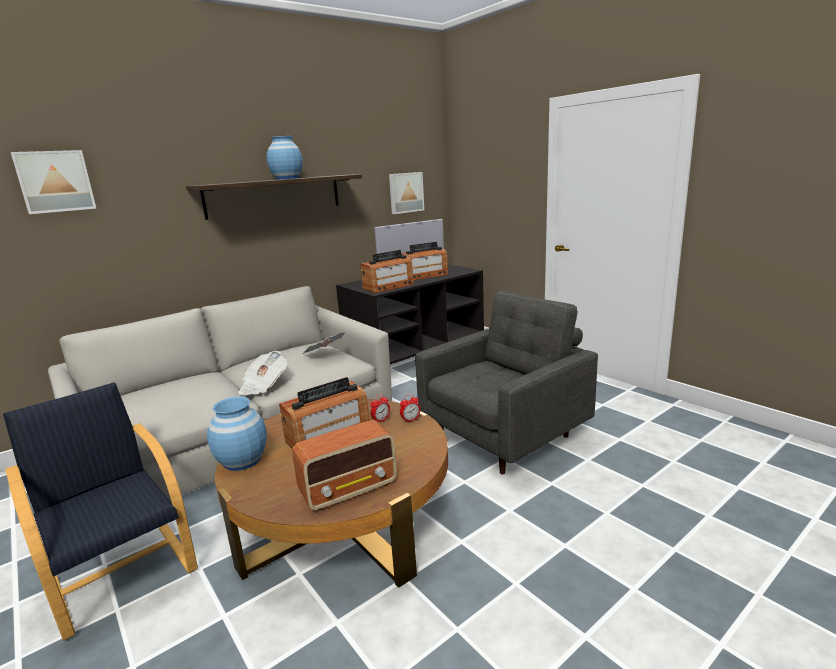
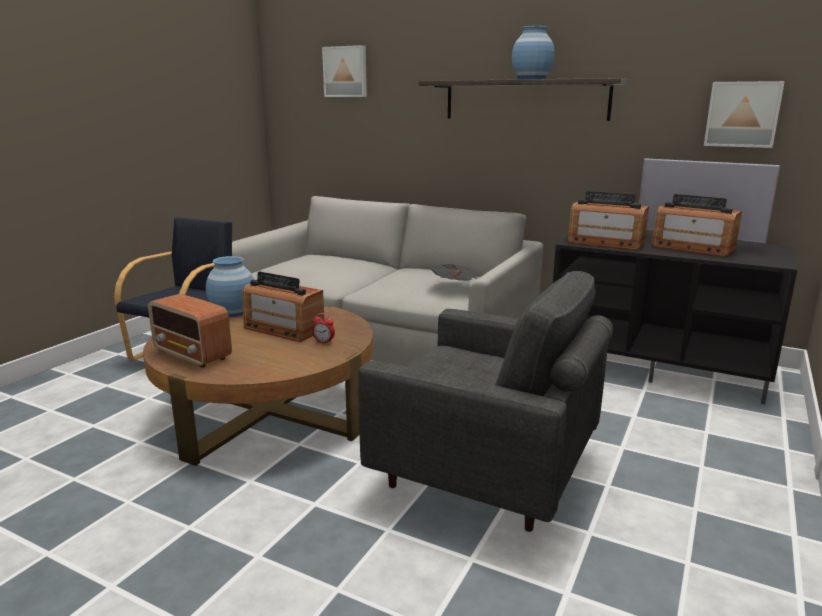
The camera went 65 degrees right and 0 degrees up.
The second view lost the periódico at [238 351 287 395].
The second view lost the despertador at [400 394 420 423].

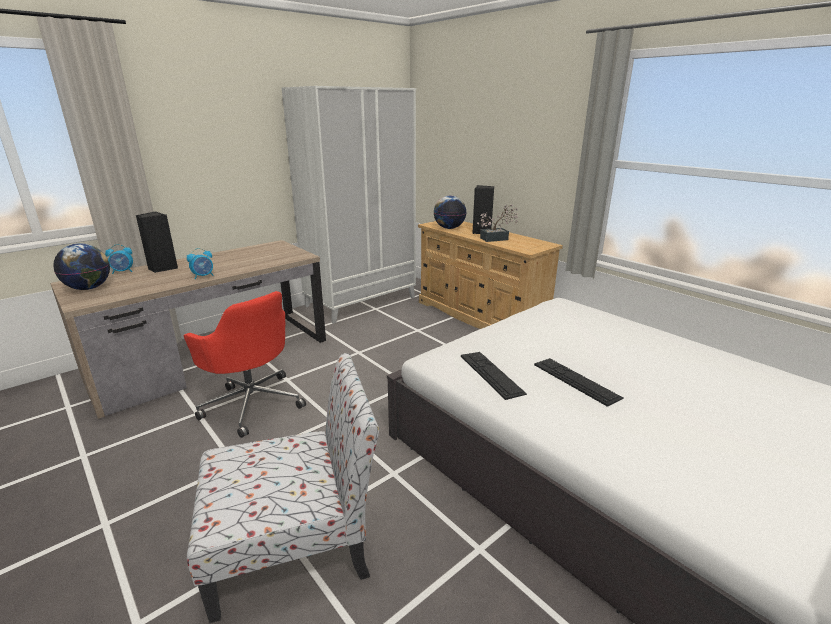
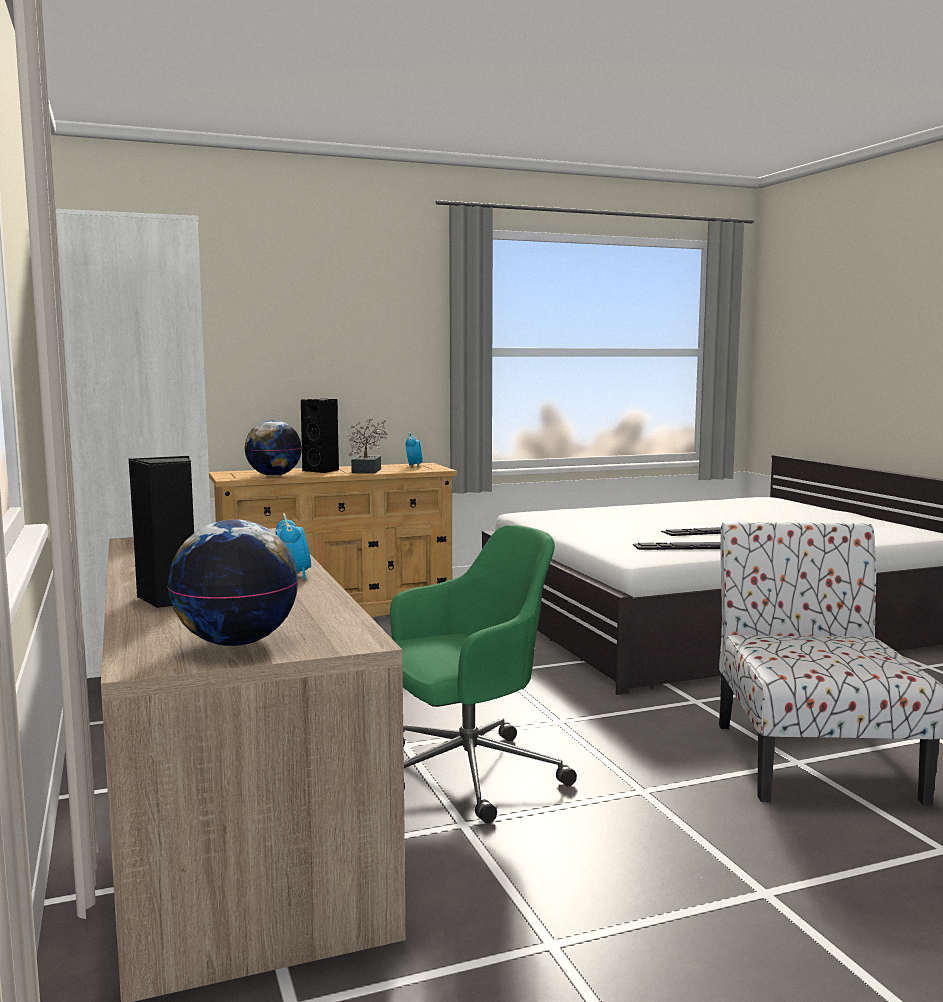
The camera went 70 degrees left and 15 degrees down.
The despertador ended up elsewhere, having gone from [105 244 133 274] to [405 432 423 467].
What was the silla de oficina (rojo) at [184 291 306 438] turned into the silla de oficina (verde) at [390 525 577 823].

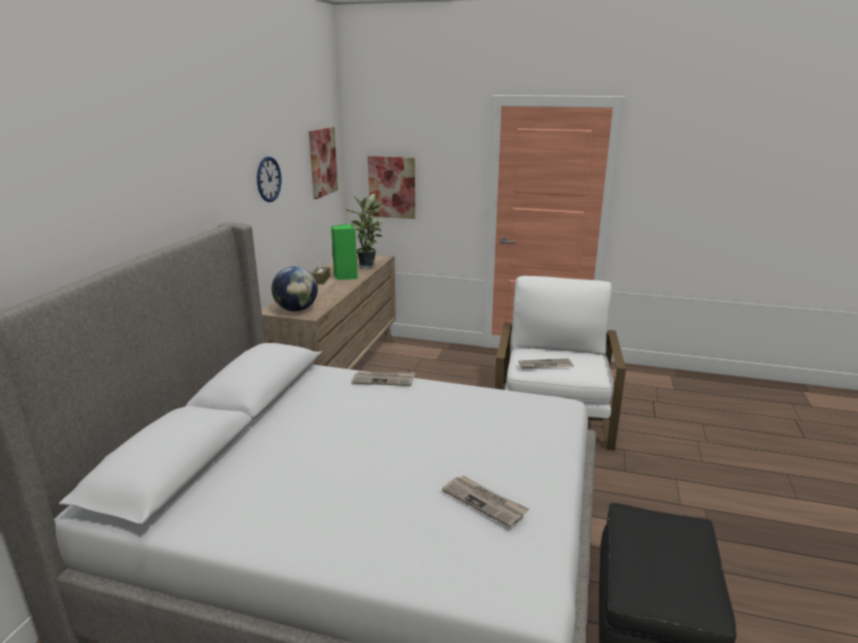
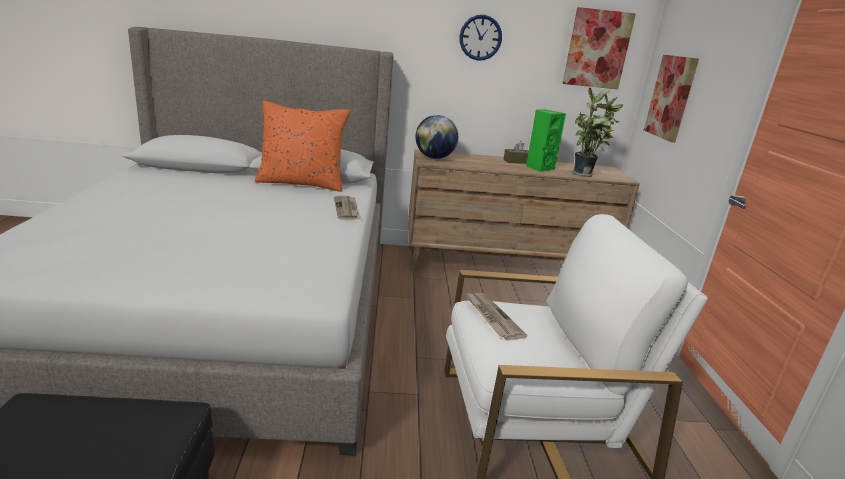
The camera went 70 degrees right and 0 degrees up.
The second view lost the periódico at [442 476 529 528].
The second view gained the cojín (naranja) at [254 101 350 192].

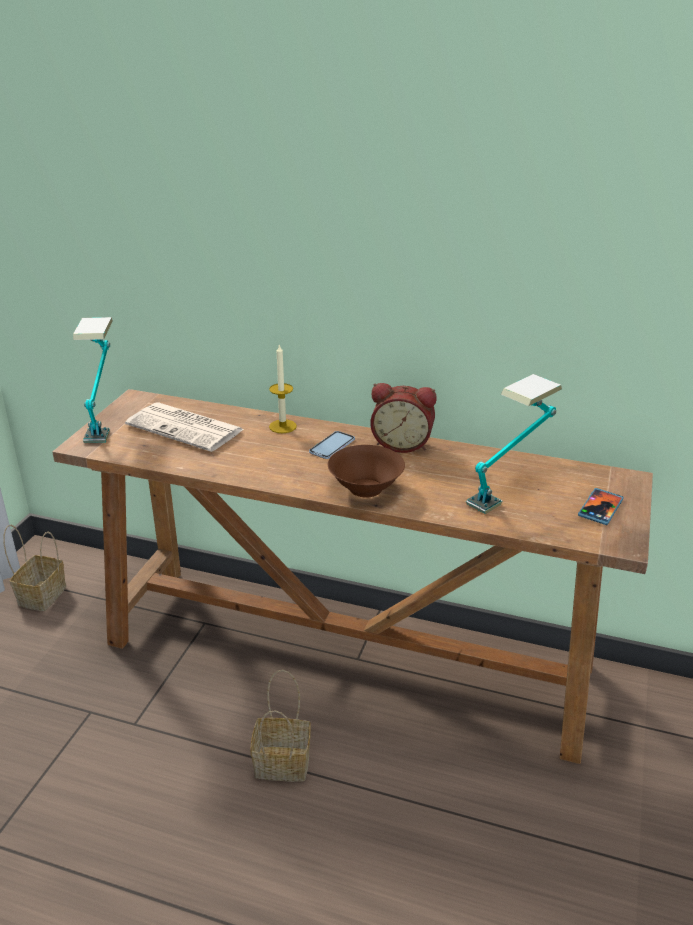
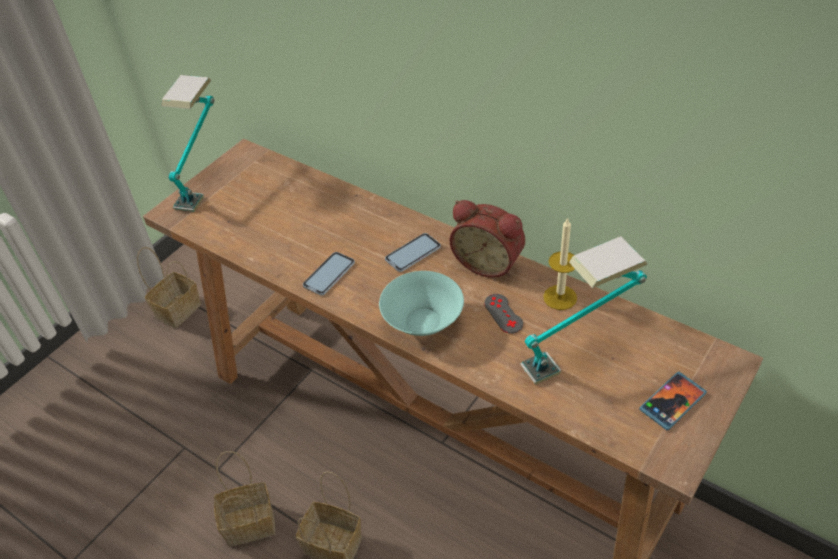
The camera went 20 degrees right and 15 degrees up.
The second view lost the periódico at [125 403 245 452].
The vela ended up elsewhere, having gone from [269 344 297 433] to [543 217 577 310].
What was the cuenco (marrón) at [328 445 405 498] turned into the cuenco (turquesa) at [379 271 464 336].
The second view gained the cesta at [214 451 275 547].
The second view gained the móvil at [303 252 355 296].
The second view gained the mando de consola (gris) at [484 294 523 334].

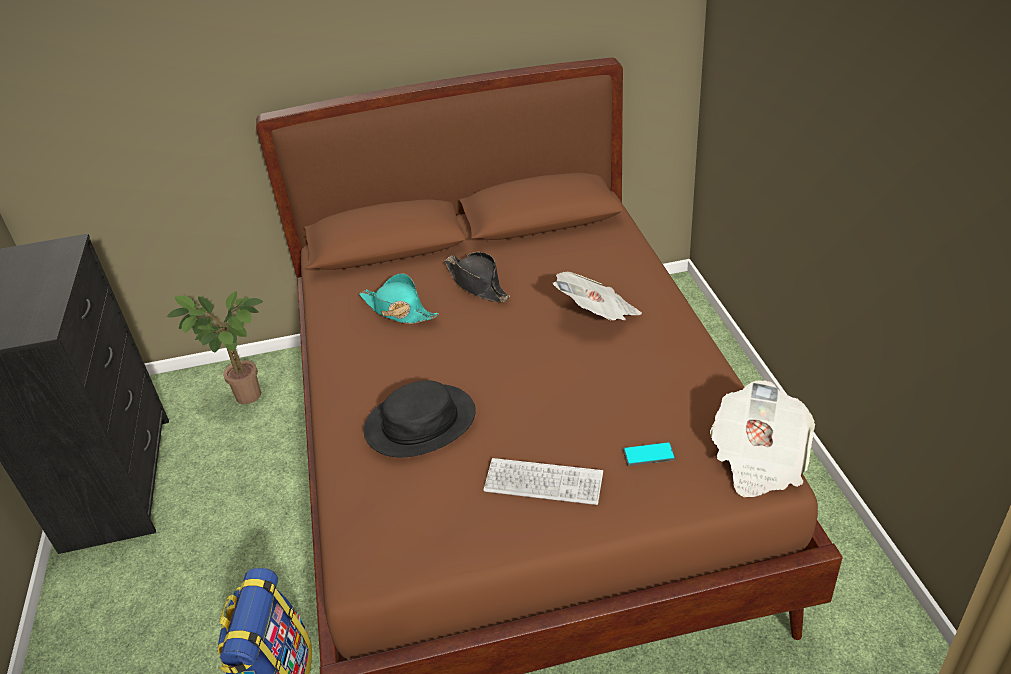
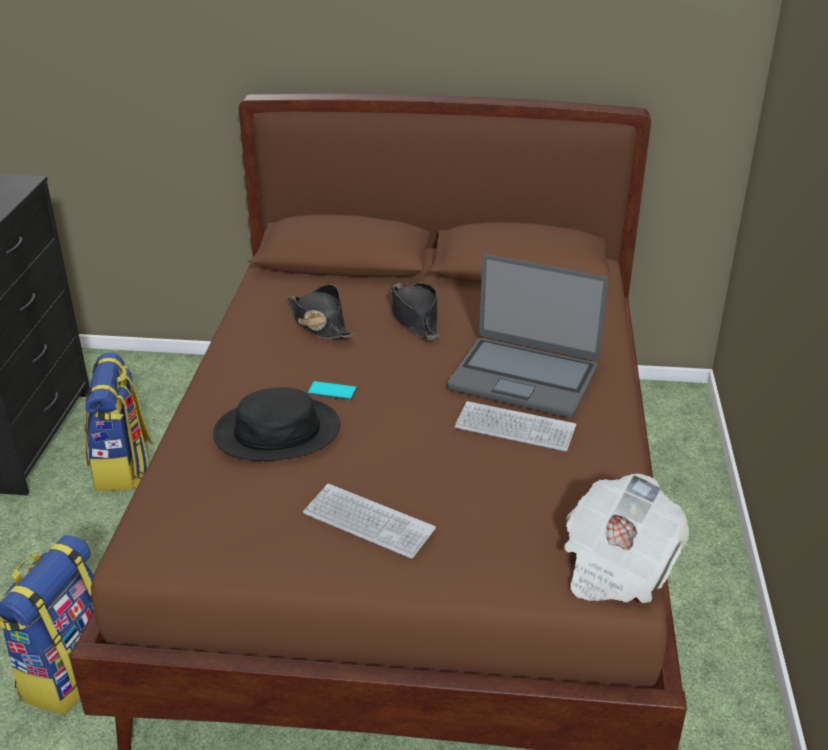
The camera went 15 degrees right and 5 degrees down.
The second view lost the planta en maceta at [167 291 263 404].
What was the sombrero (turquesa) at [359 273 439 324] turned into the sombrero (negro) at [287 284 354 339].
Where the periódico stood at [552 272 642 321], the portátil came to stand at [447 254 609 418].
The móvil ended up elsewhere, having gone from [623 442 675 466] to [306 381 357 401].
The second view gained the mochila at [84 352 153 491].
The second view gained the teclado at [455 401 576 451].

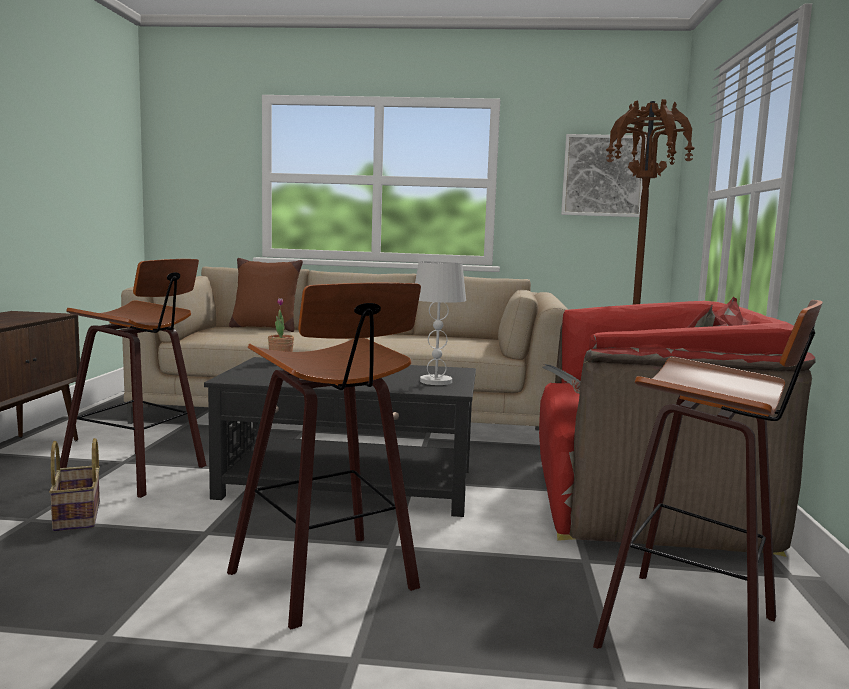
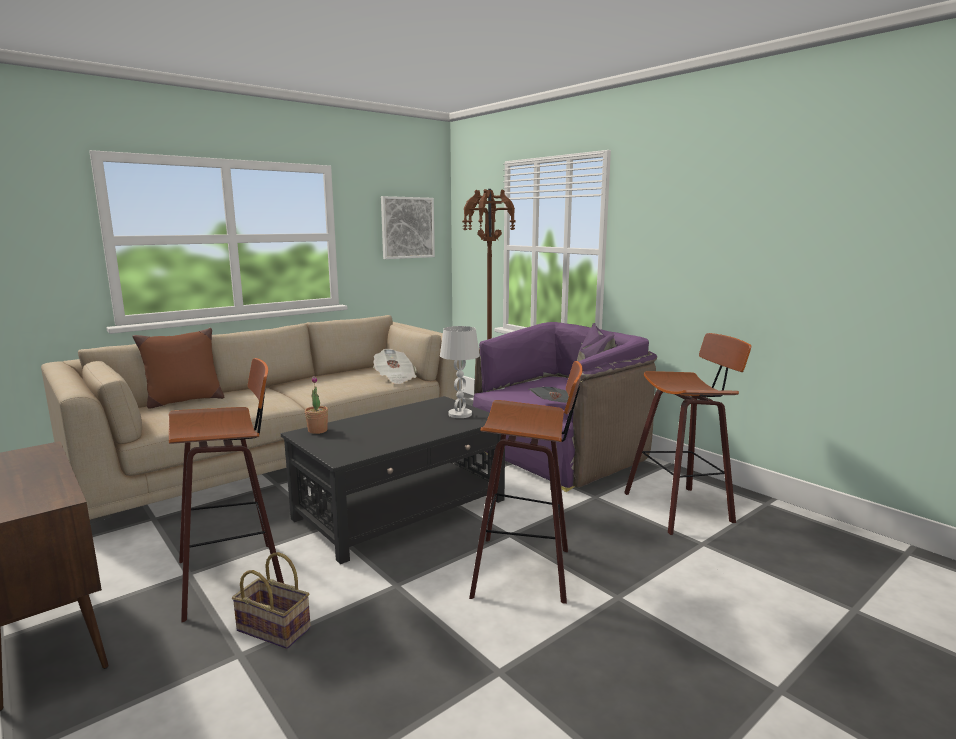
The camera went 45 degrees left and 5 degrees up.
What was the sillón (rojo) at [539 297 816 557] turned into the sillón (morado) at [473 322 657 492].
The second view gained the periódico at [374 349 417 384].

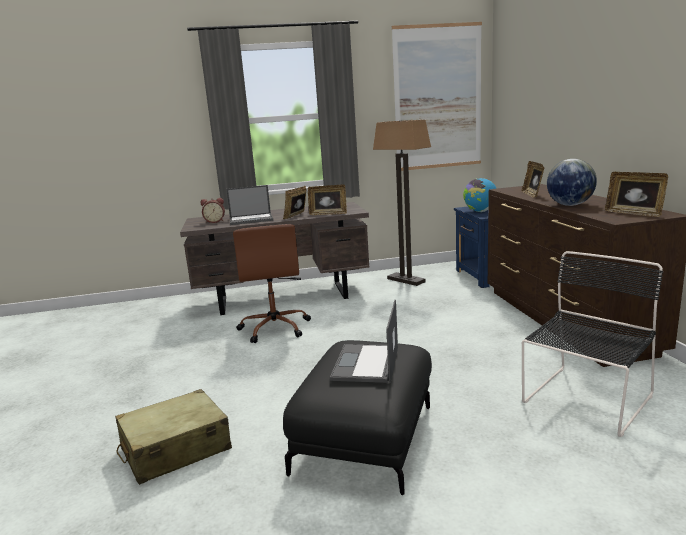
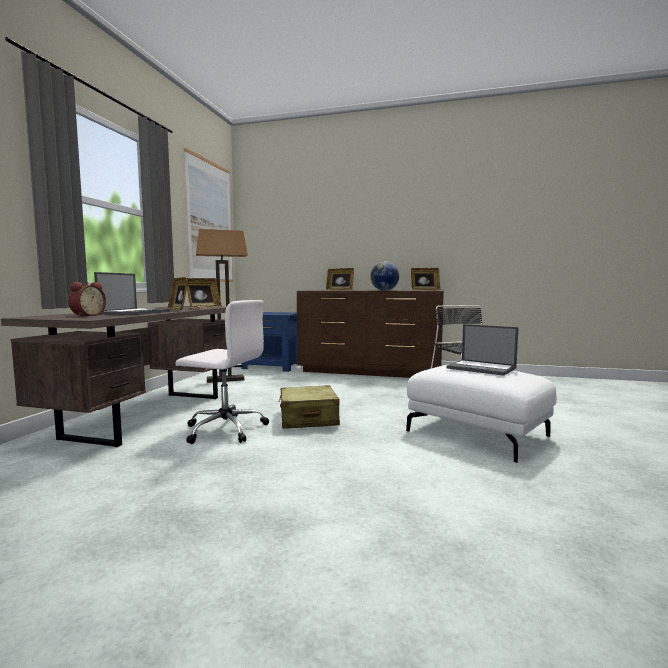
The camera went 65 degrees left and 10 degrees down.
The maleta (beis) ended up elsewhere, having gone from [115 389 232 485] to [279 385 340 429].
What was the silla de oficina (marrón) at [233 224 311 343] turned into the silla de oficina (blanco) at [175 300 269 444].
What was the puf (negro) at [283 340 432 495] turned into the puf (blanco) at [406 364 557 463].
The second view lost the globo terráqueo at [463 178 497 212].

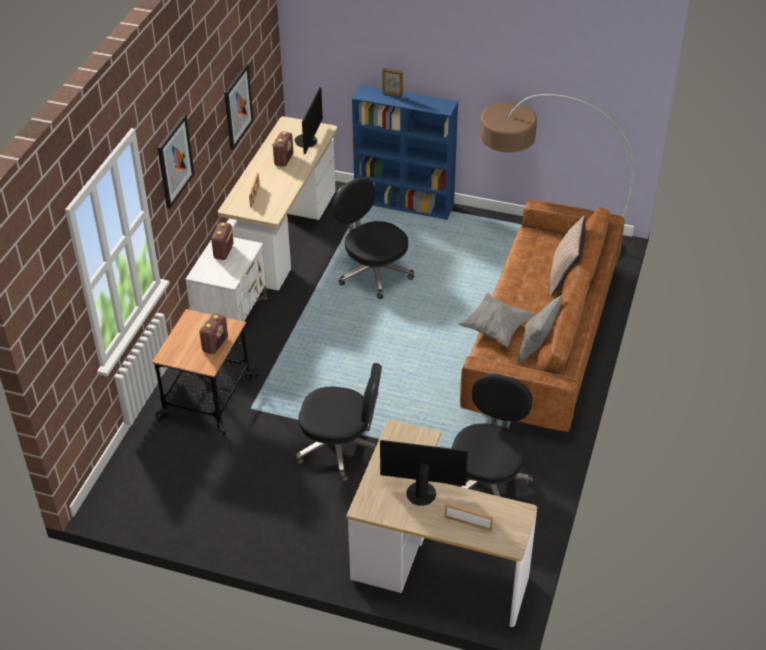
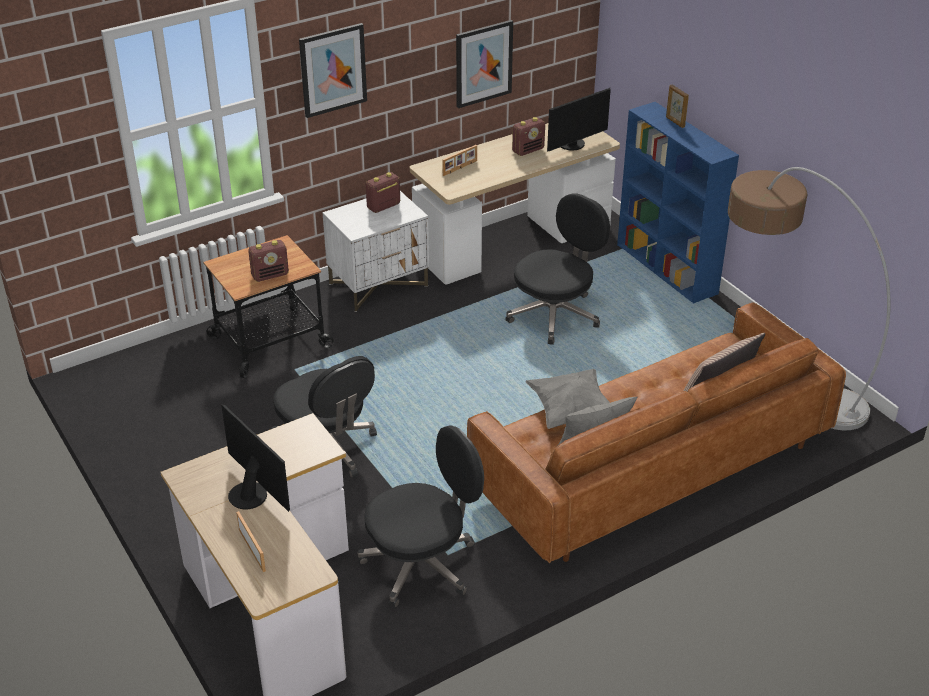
The camera went 40 degrees right and 5 degrees down.
The silla de oficina (negro) at [333 177 414 300] ended up facing another way, 45 degrees clockwise from before.

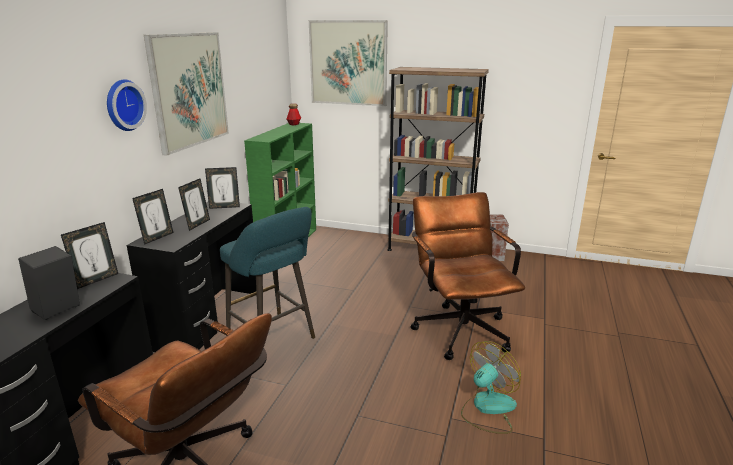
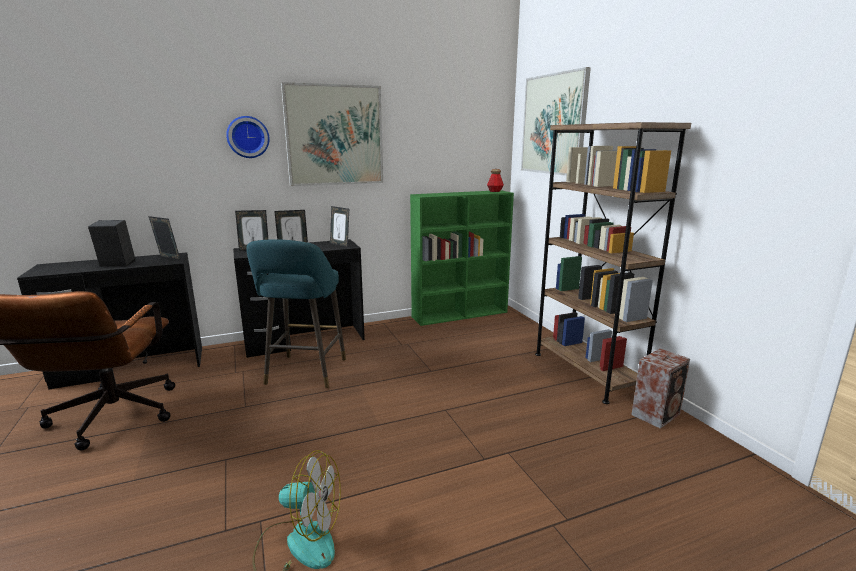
The camera went 50 degrees right and 5 degrees down.
The portarretratos at [61 222 118 289] ended up facing another way, 150 degrees counterclockwise from before.
The second view lost the silla de oficina (marrón) at [410 192 525 360].

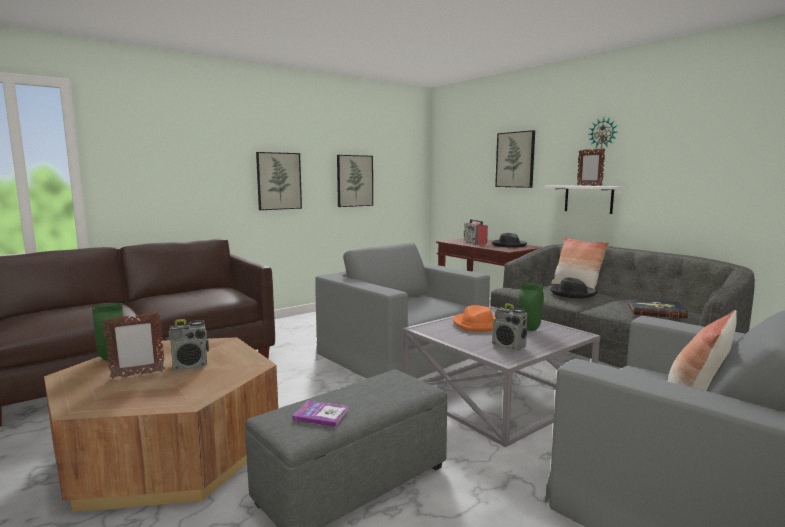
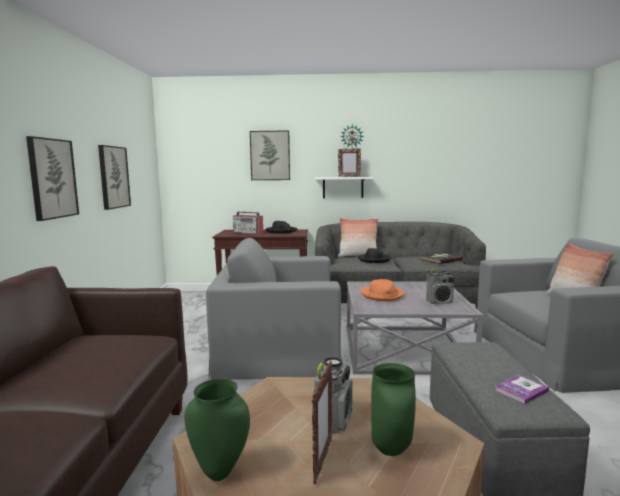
The camera went 50 degrees left and 0 degrees up.
The florero (verde) ended up elsewhere, having gone from [518 283 544 331] to [371 363 416 456].

